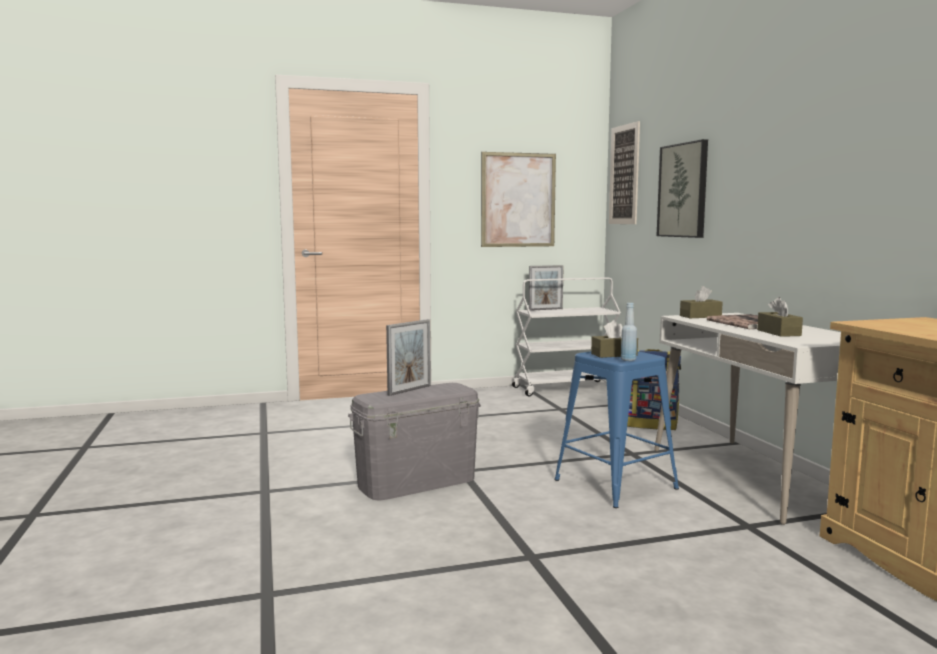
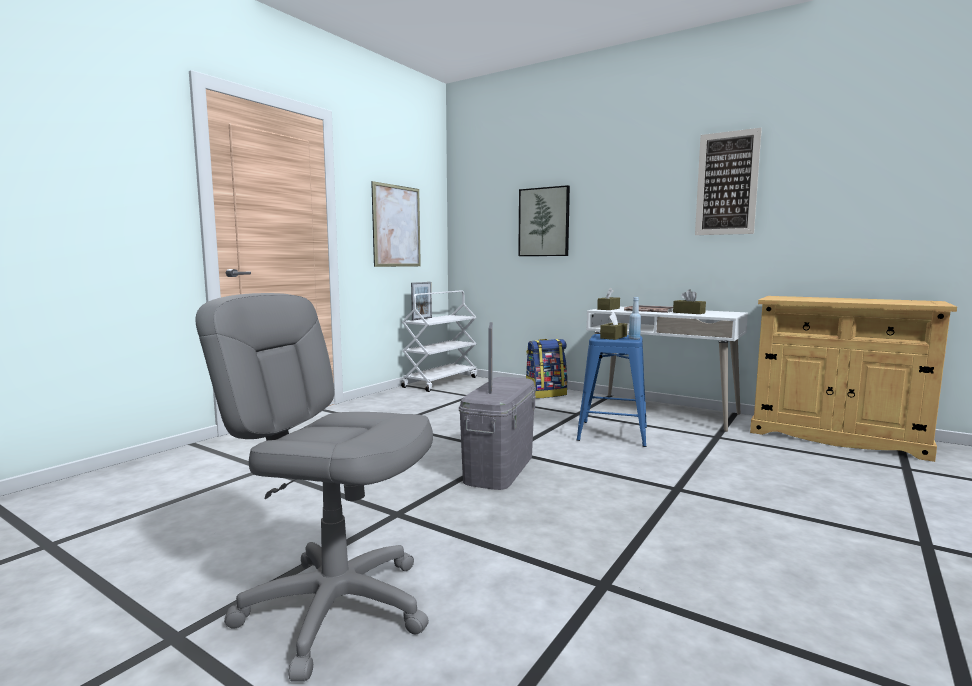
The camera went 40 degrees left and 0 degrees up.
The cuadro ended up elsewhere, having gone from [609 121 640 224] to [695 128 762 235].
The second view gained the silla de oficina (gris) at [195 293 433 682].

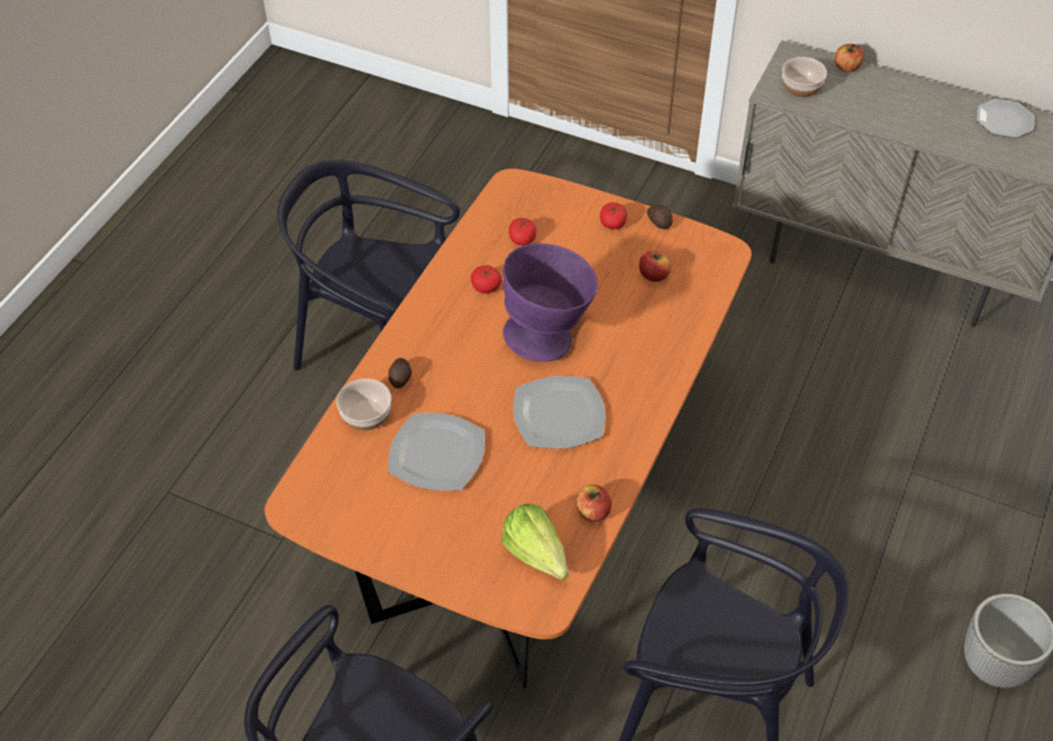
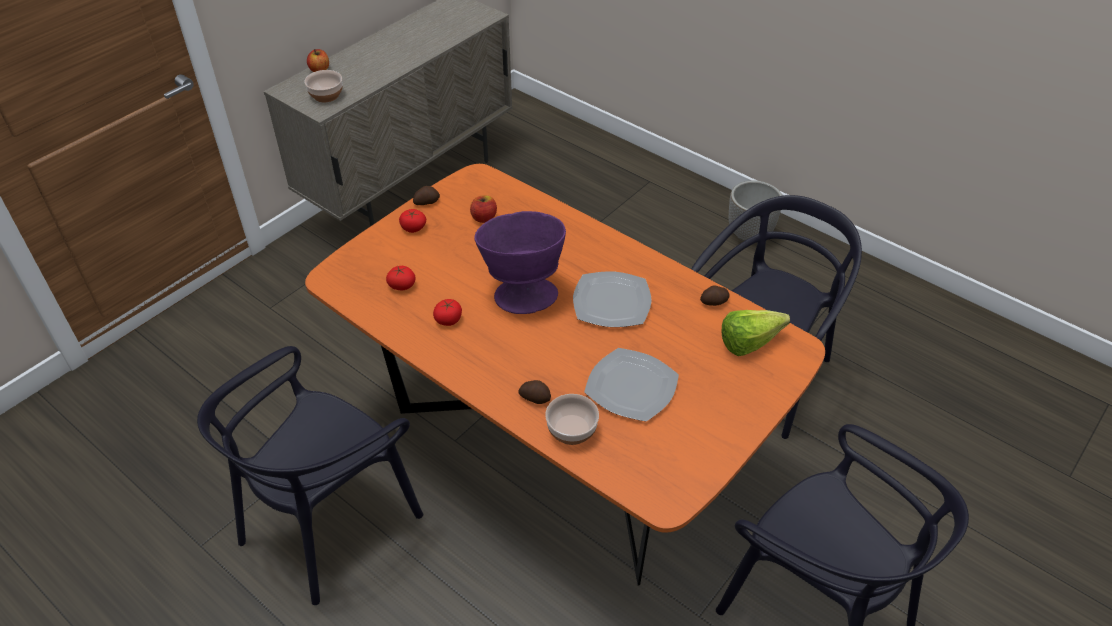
The camera went 75 degrees left and 5 degrees down.
Where the manzana stood at [577 484 612 522], the patata came to stand at [700 285 730 306].
The second view lost the plato at [976 99 1034 138].

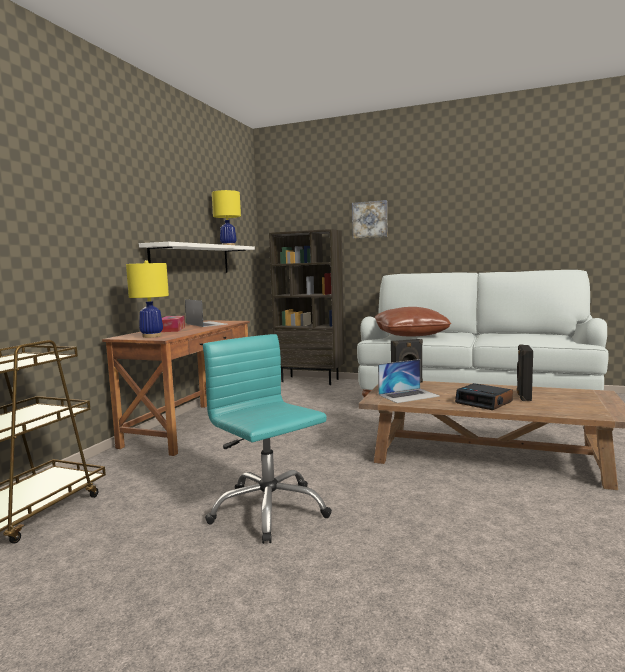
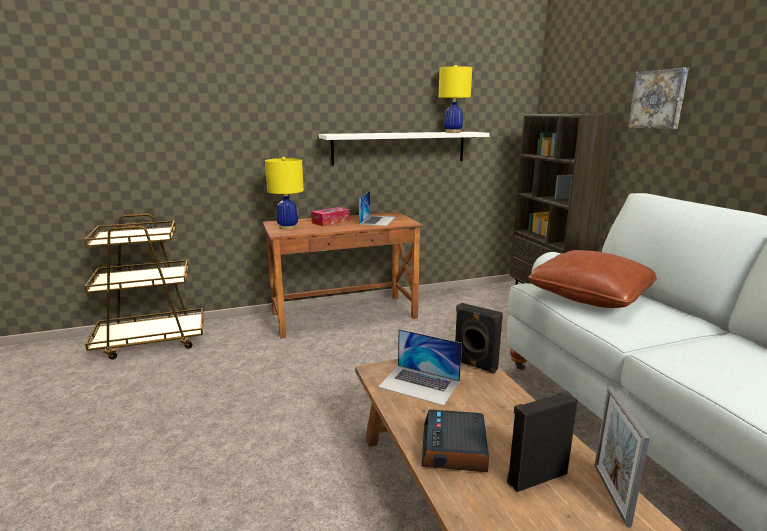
The camera went 50 degrees right and 10 degrees up.
The second view lost the silla de oficina (turquesa) at [203 334 332 544].
The second view gained the portarretratos at [594 386 650 527].

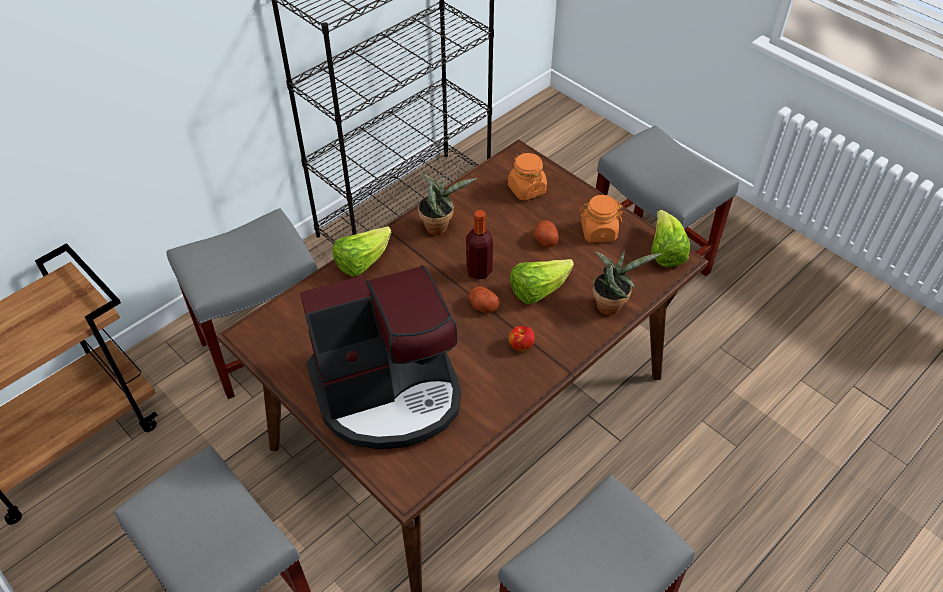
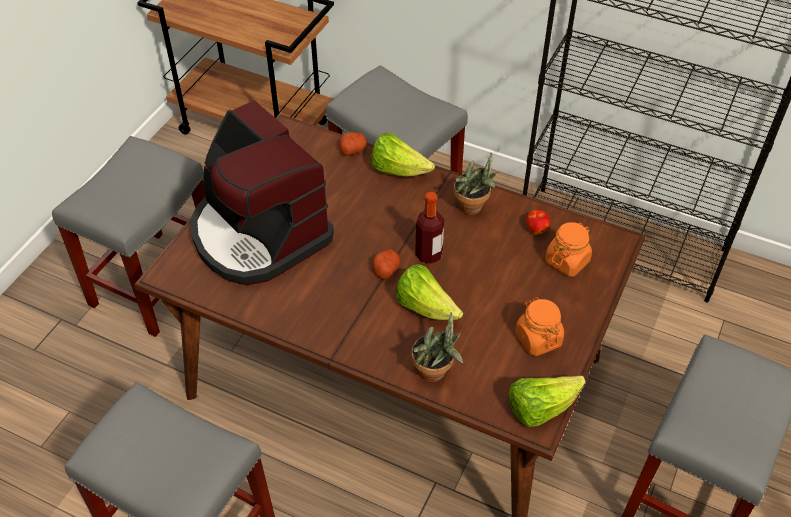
The camera went 70 degrees right and 0 degrees up.
The manzana ended up elsewhere, having gone from [509 326 535 351] to [526 210 550 235].
The patata ended up elsewhere, having gone from [534 220 559 247] to [339 132 367 156].

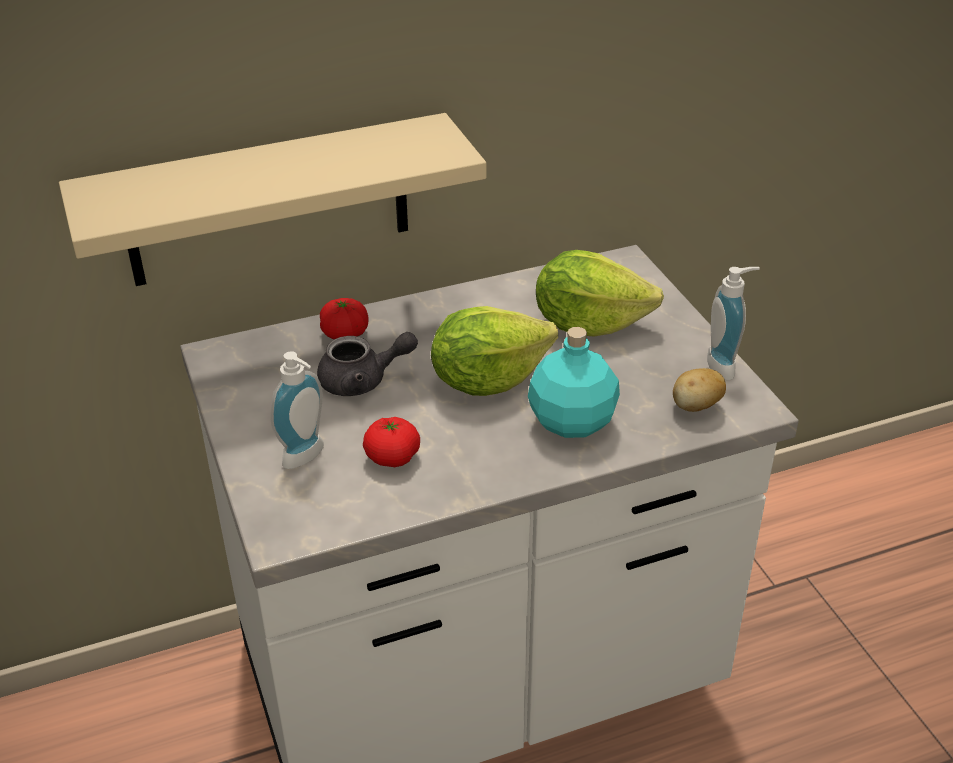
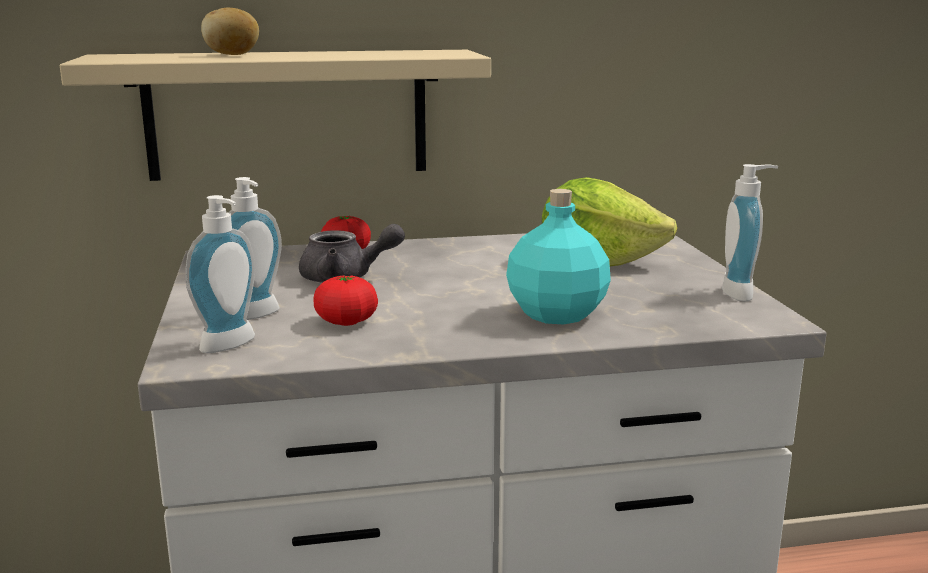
The camera went 10 degrees right and 20 degrees down.
The second view lost the lechuga at [431 306 558 396].
The patata ended up elsewhere, having gone from [673 368 726 412] to [201 8 259 55].
The second view gained the dispensador de jabón at [185 195 255 353].

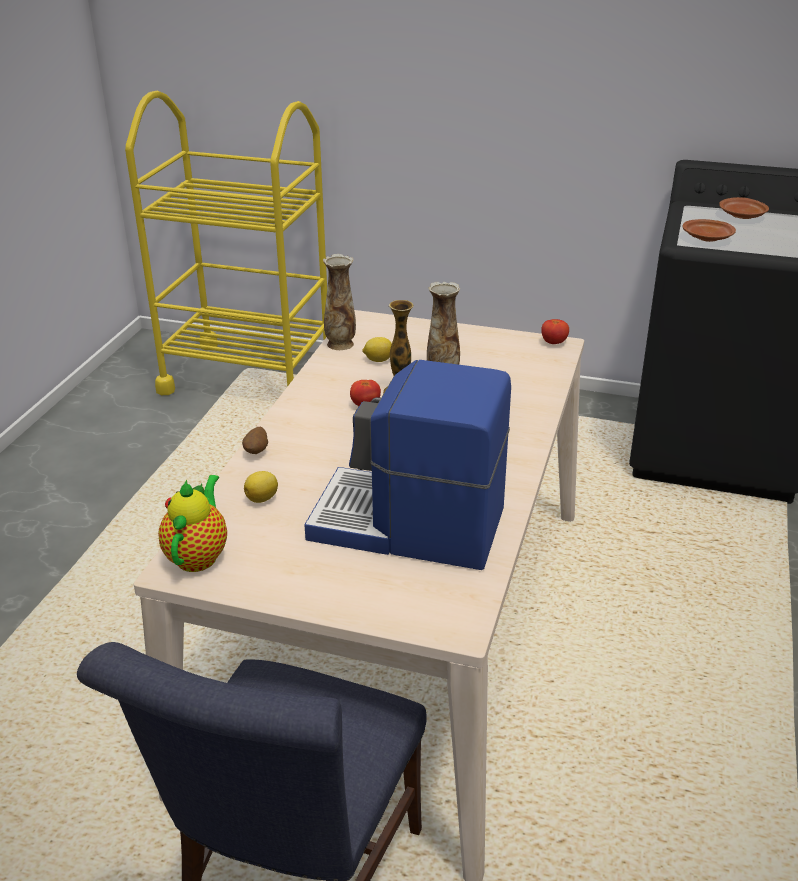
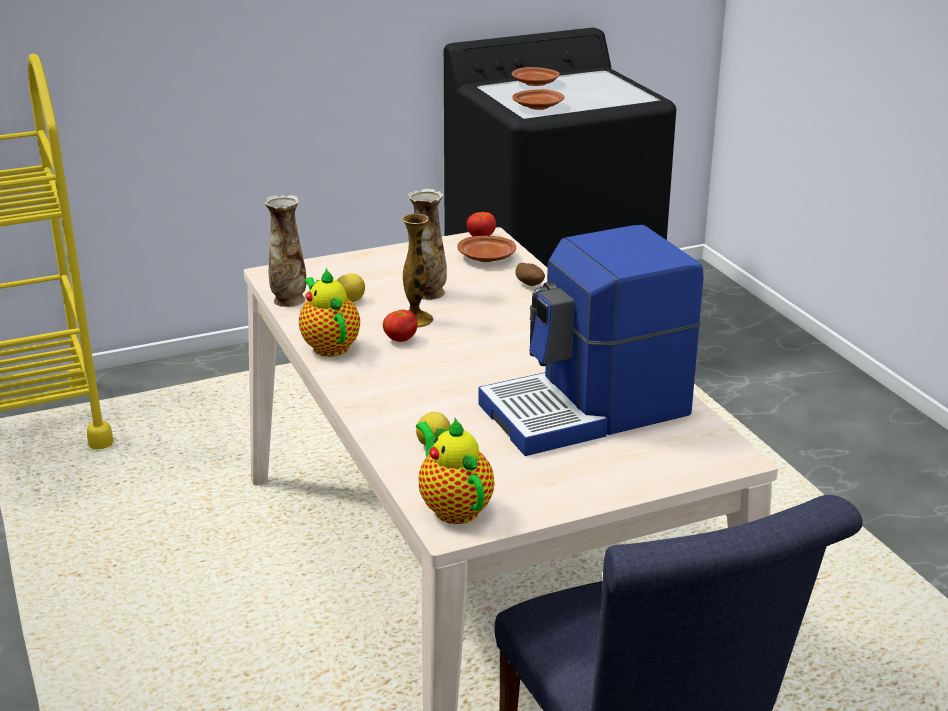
The camera went 40 degrees left and 5 degrees down.
The patata ended up elsewhere, having gone from [242 427 268 454] to [515 263 545 286].
The second view gained the tetera at [299 268 360 357].
The second view gained the plato (marrón) at [457 236 516 262].

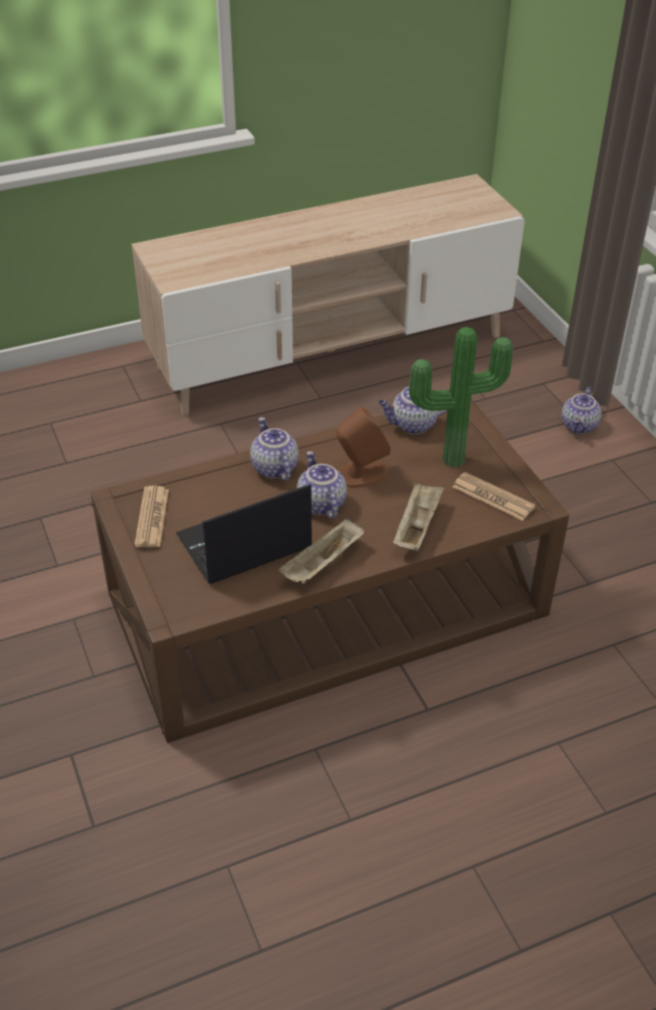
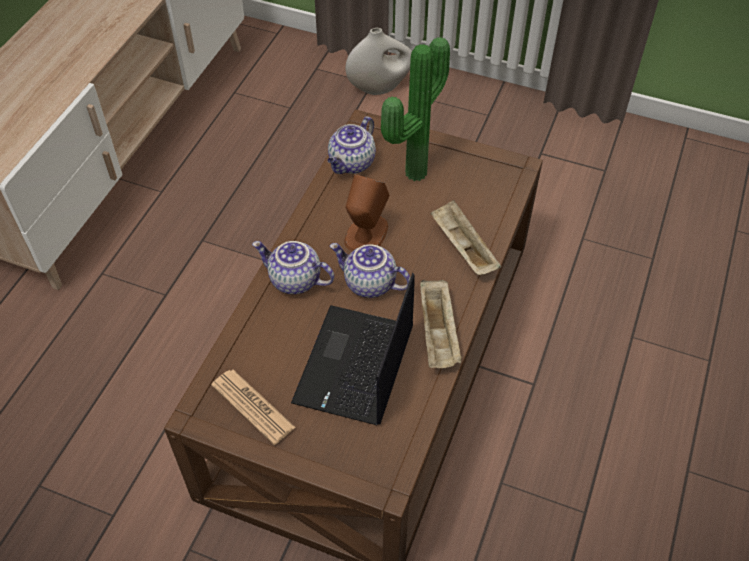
The camera went 45 degrees left and 10 degrees up.
The second view lost the periódico at [453 472 535 521].
Where the tetera stood at [561 387 601 434], the florero (blanco) came to stand at [346 28 412 95].

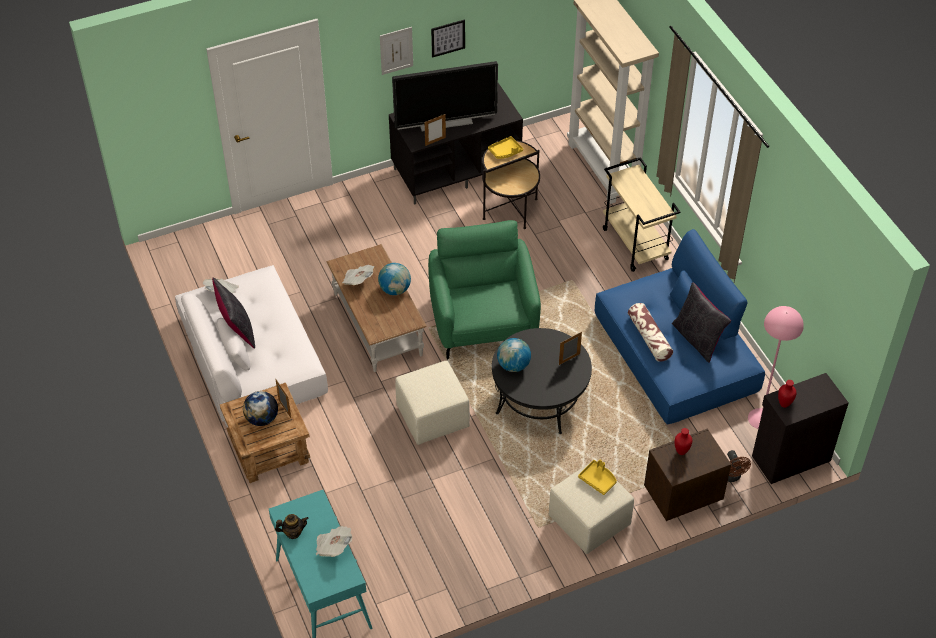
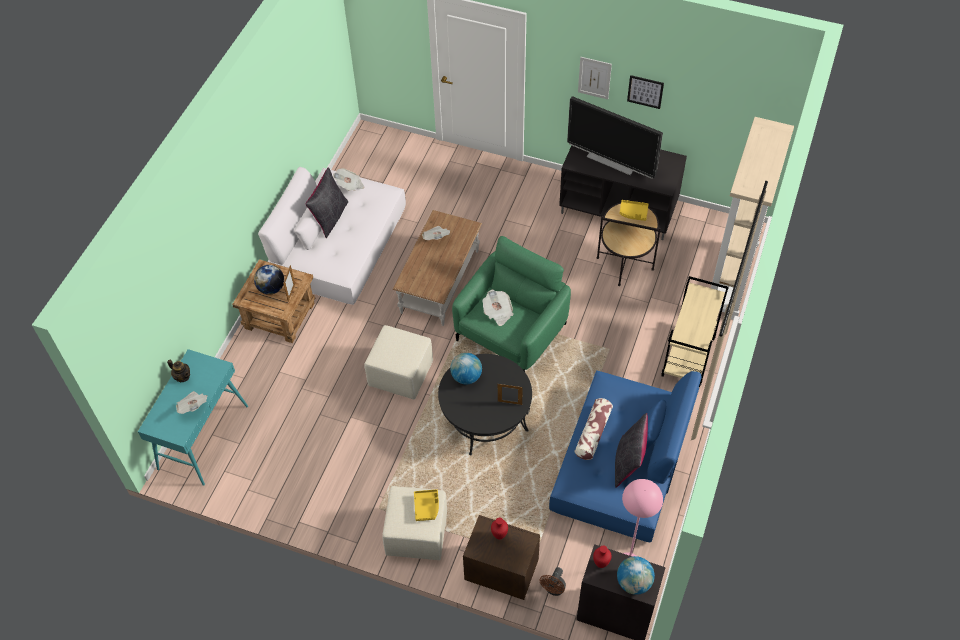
The camera went 45 degrees right and 5 degrees up.
The globo terráqueo ended up elsewhere, having gone from [378 263 411 295] to [617 556 655 595].
The second view lost the portarretratos at [425 114 446 146].
The second view gained the periódico at [482 290 514 326].

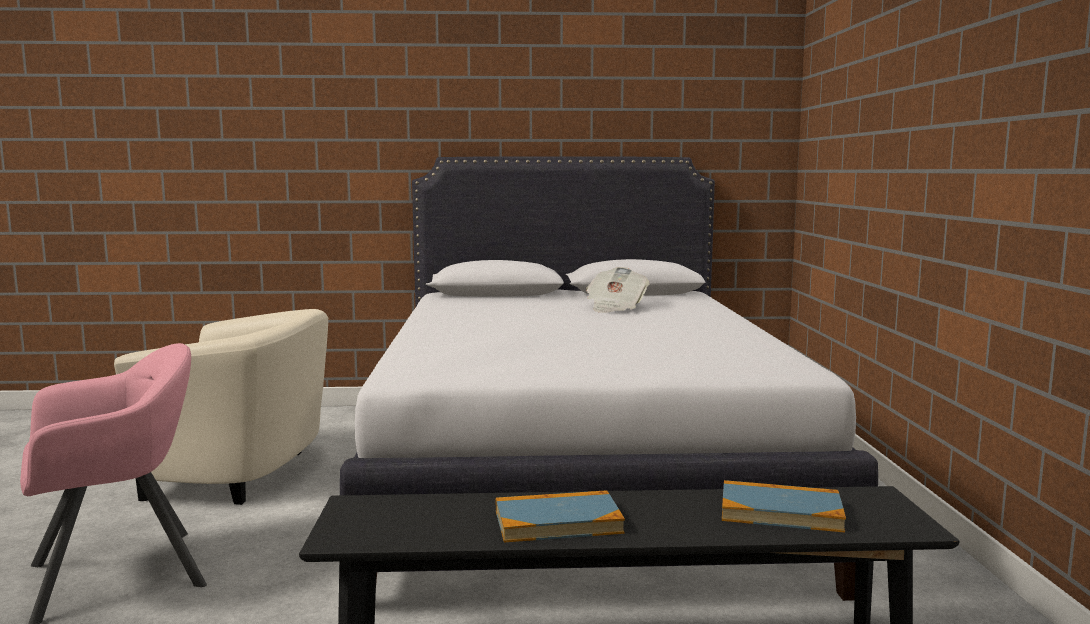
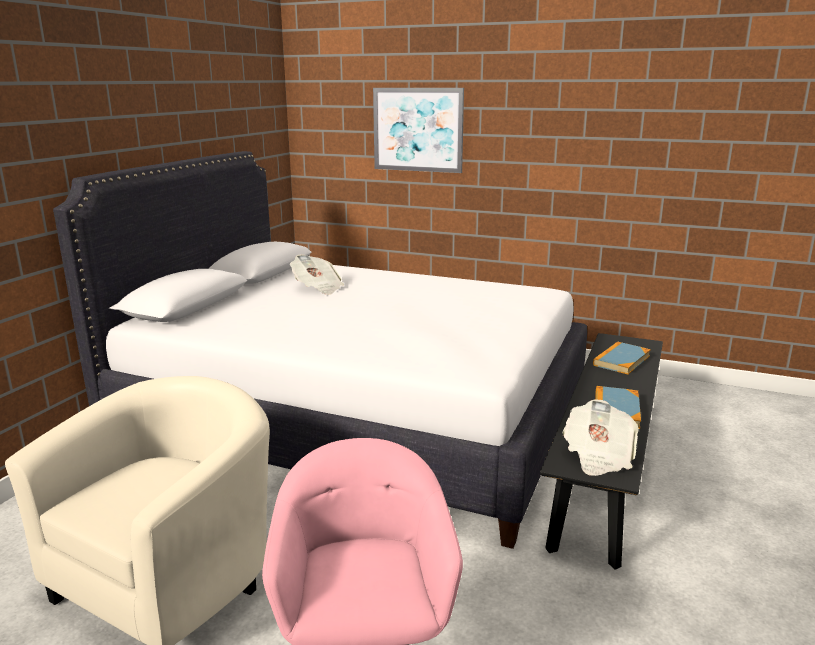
The camera went 65 degrees left and 10 degrees up.
The second view gained the cuadro at [373 88 464 173].
The second view gained the periódico at [562 399 639 476].

